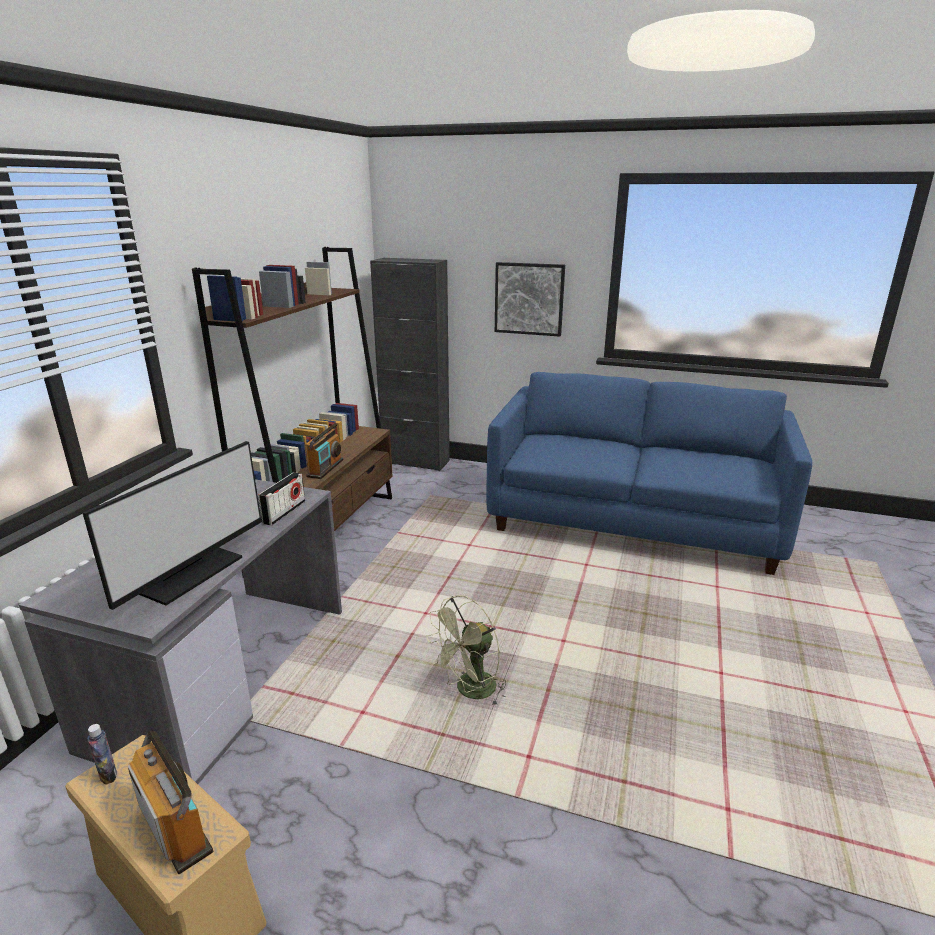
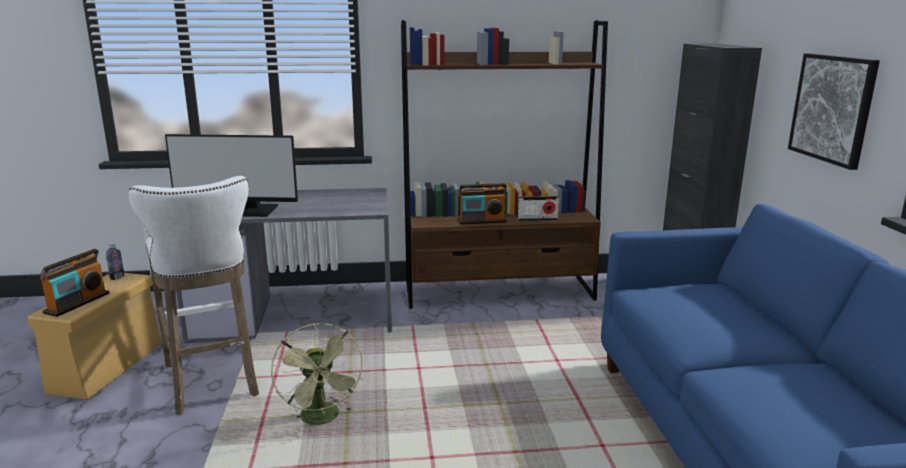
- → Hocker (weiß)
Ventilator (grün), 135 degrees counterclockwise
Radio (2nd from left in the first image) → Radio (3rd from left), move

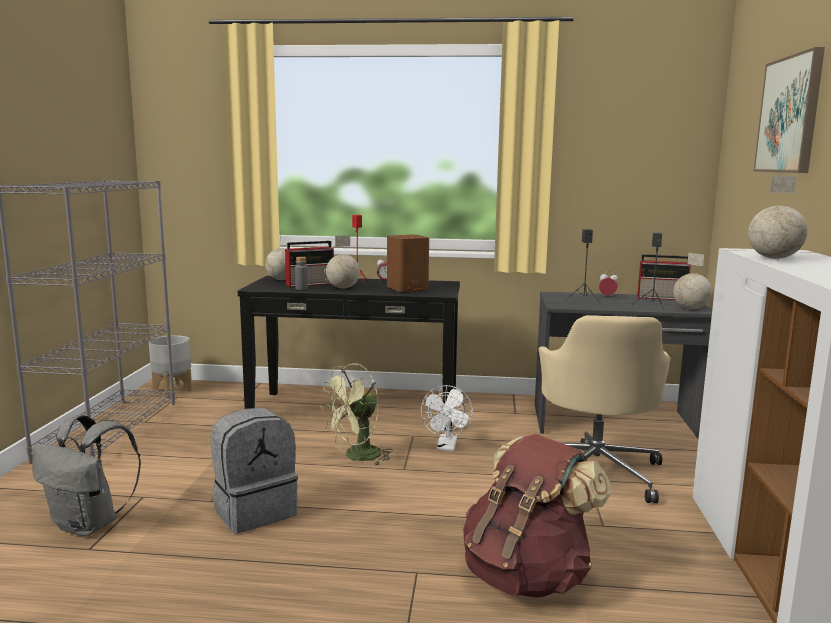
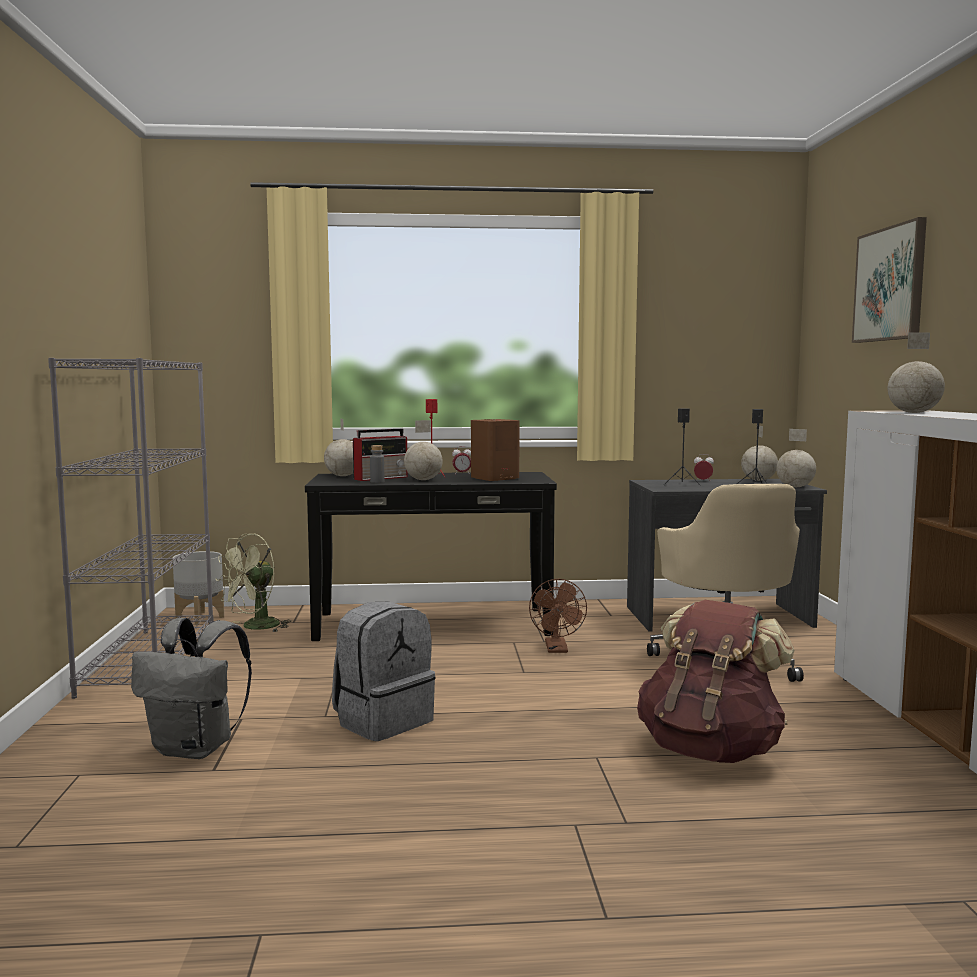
Ventilator (grün), move
Ventilator (weiß) → Ventilator (braun)
Radio (2nd from left) → Globus (3rd from left)

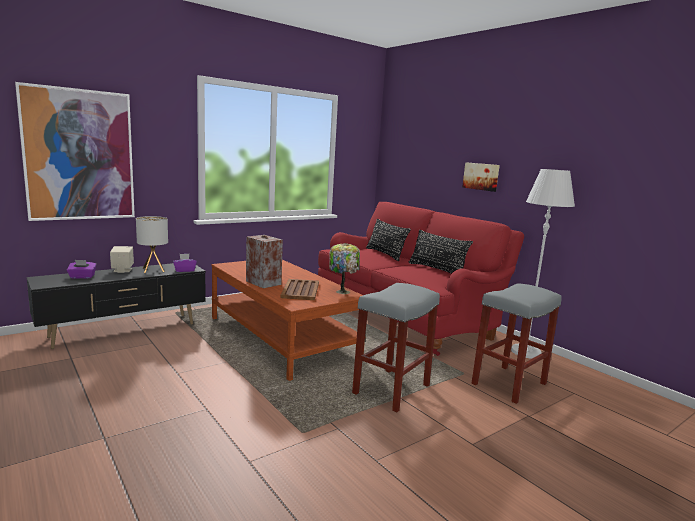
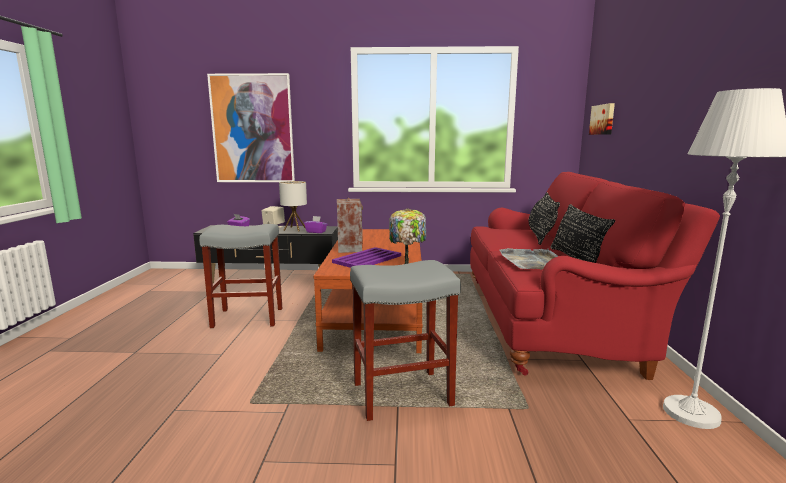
Hocker (grau) (2nd from left in the first image) → Hocker (grau) (1st from left), move
Tablett (braun) → Tablett (lila)
- → Tablett (grau)
Bild (2nd from left), move

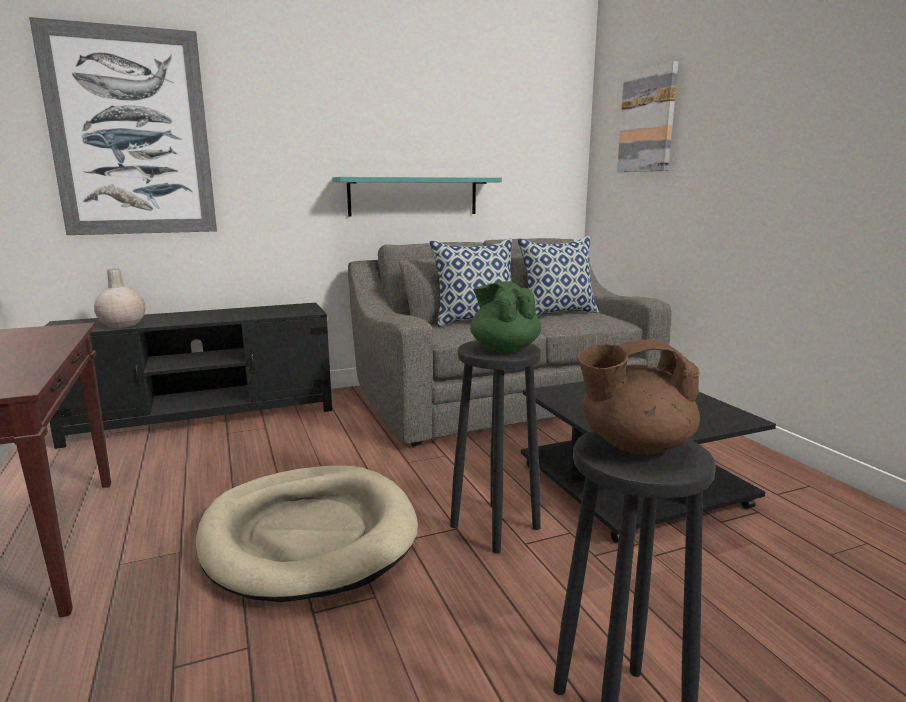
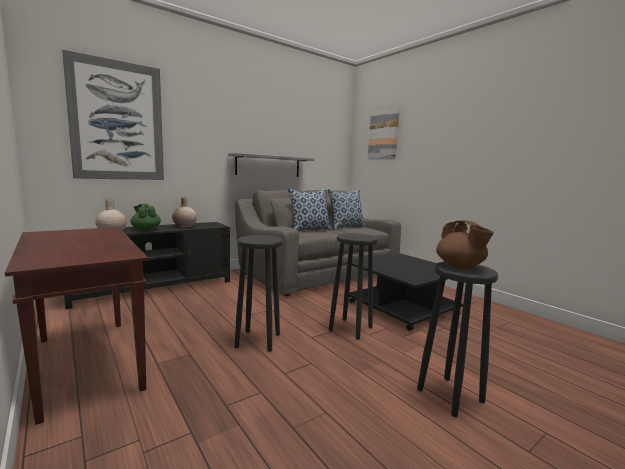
Teekanne (grün), move
- → Vase (beige) (2nd from left)
Wandregal (türkis) → Wandregal (grau)
Hundebett (beige) → Hocker (schwarz) (1st from left)
Teekanne (braun), 90 degrees counterclockwise

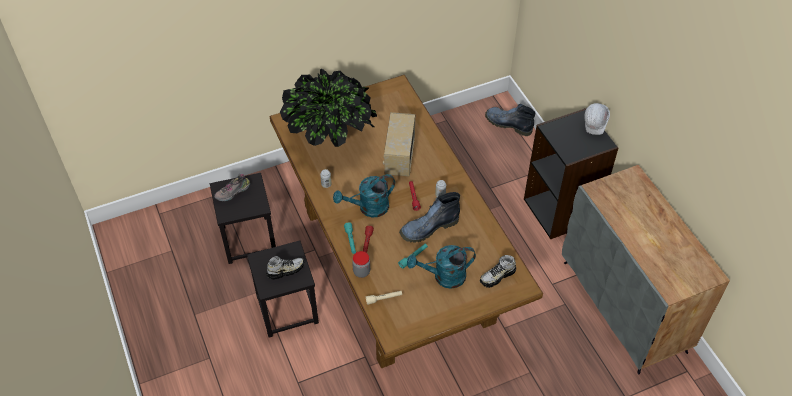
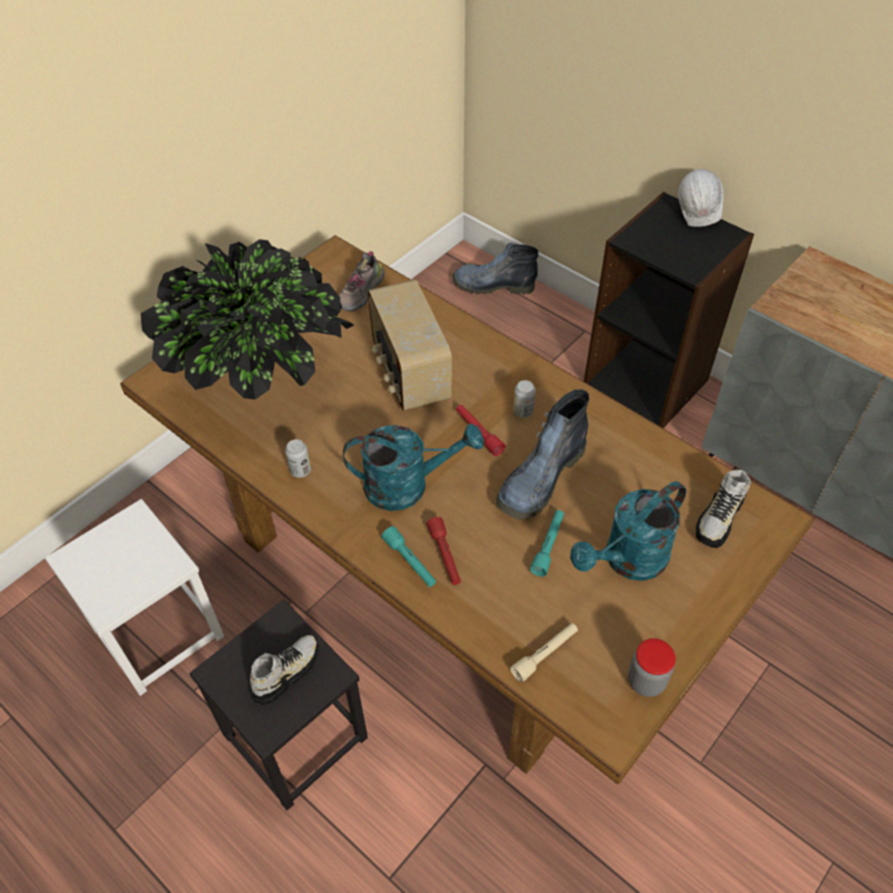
Hocker (schwarz) (1st from left) → Hocker (weiß)
Schuh (1st from left in the first image) → Schuh (2nd from left), move
Gießkanne (türkis) (1st from left), 135 degrees counterclockwise
Vorratsglas, move

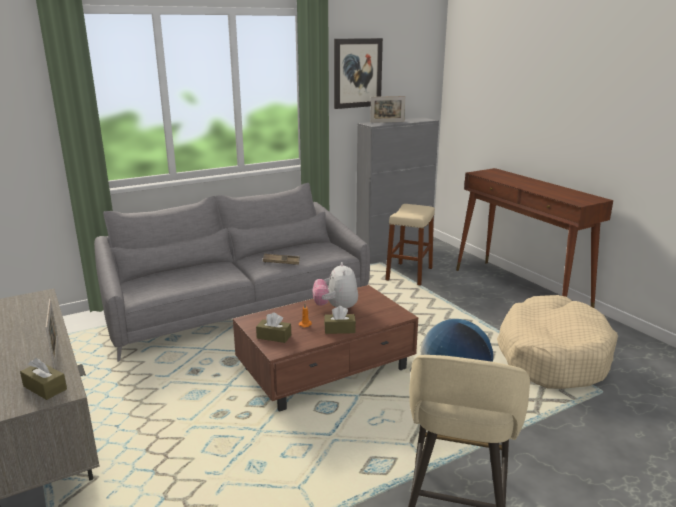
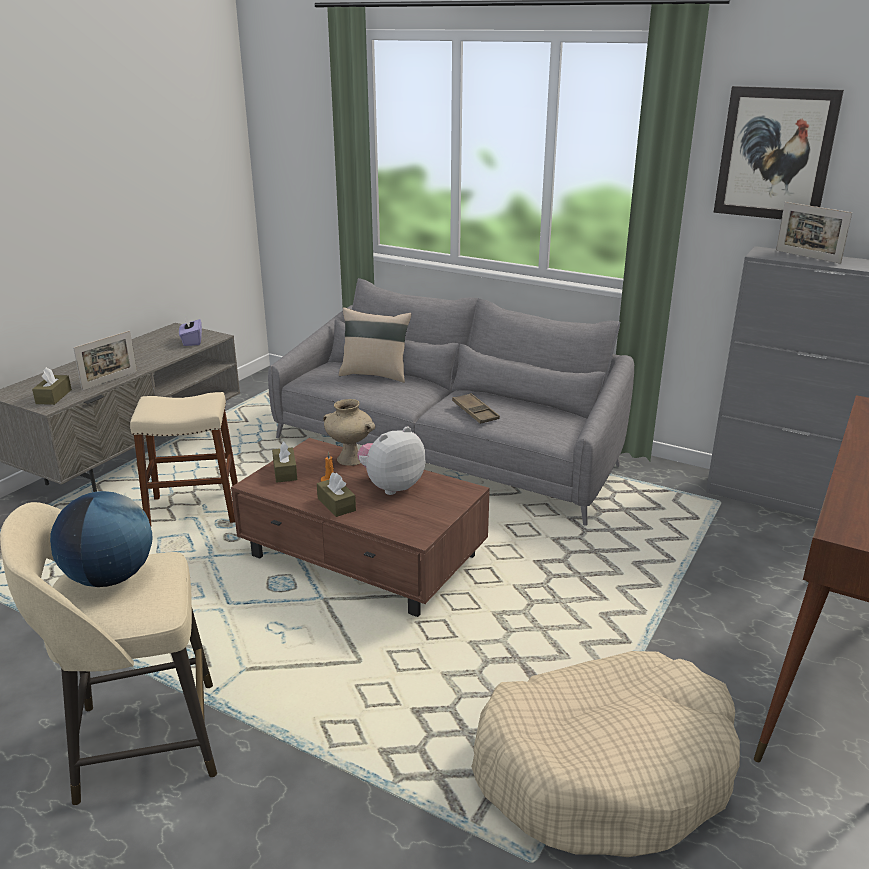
Hocker (beige) (1st from left in the first image) → Hocker (beige) (2nd from left), move
- → Taschentuchbox (lila)
- → Vase (beige)
- → Kissen (beige)

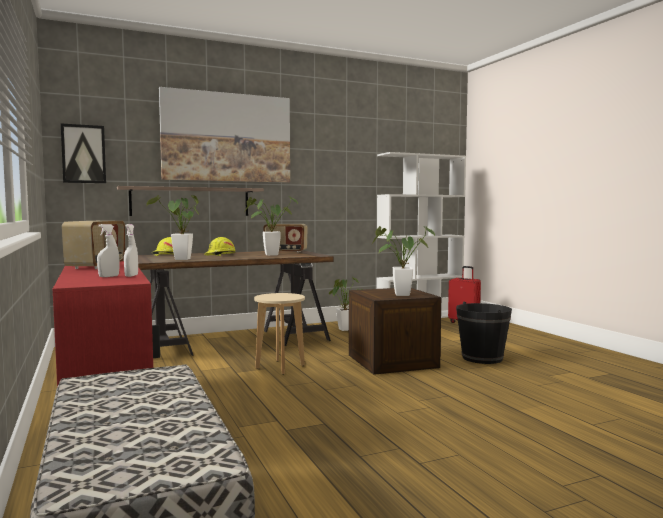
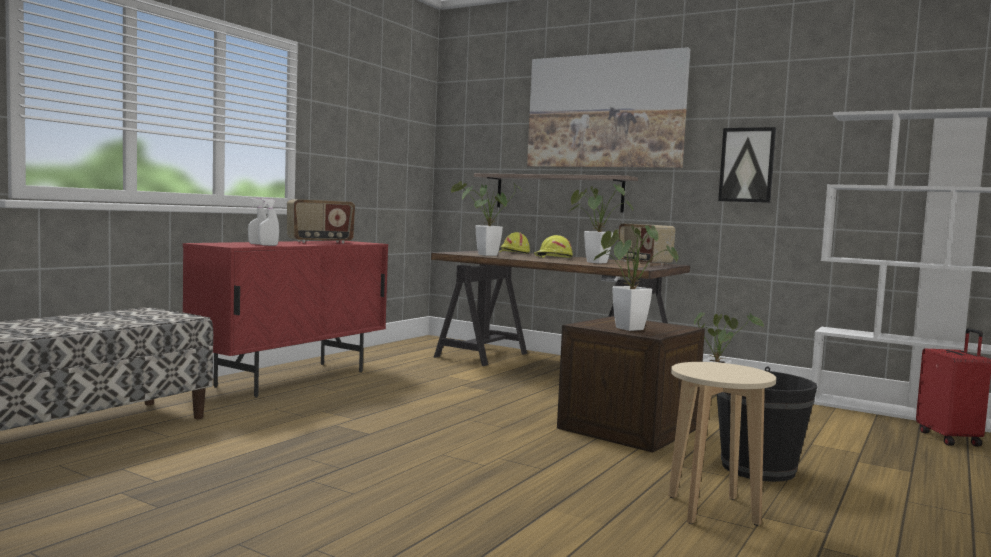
Hocker (beige), move
Bild (1st from left in the first image) → Bild (2nd from left), move

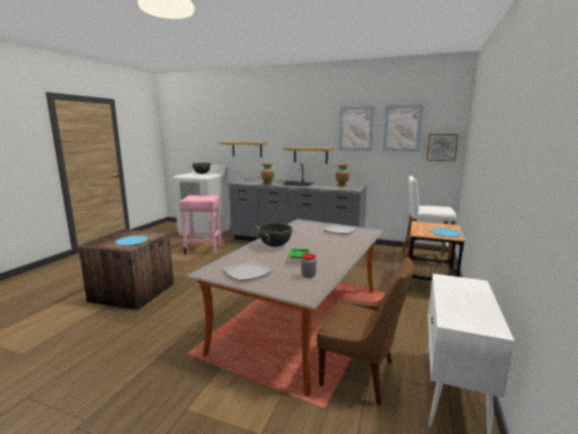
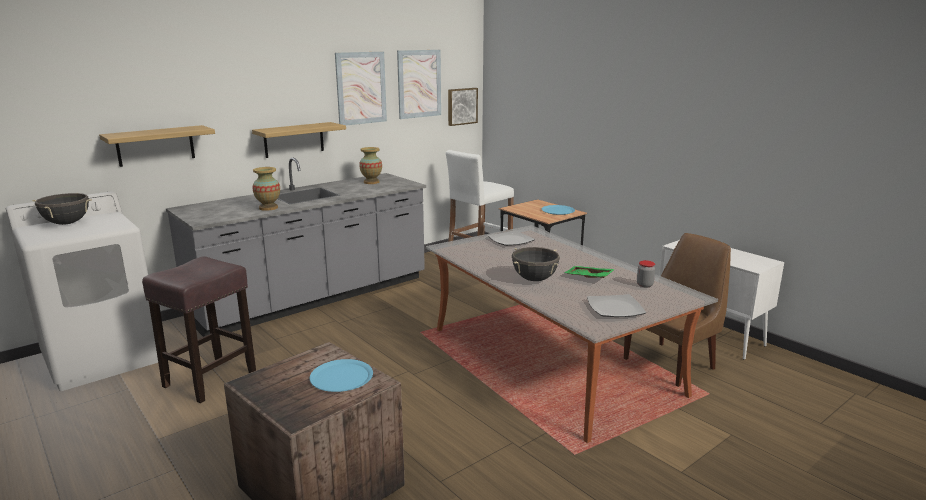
Hocker (rosa) → Hocker (braun)

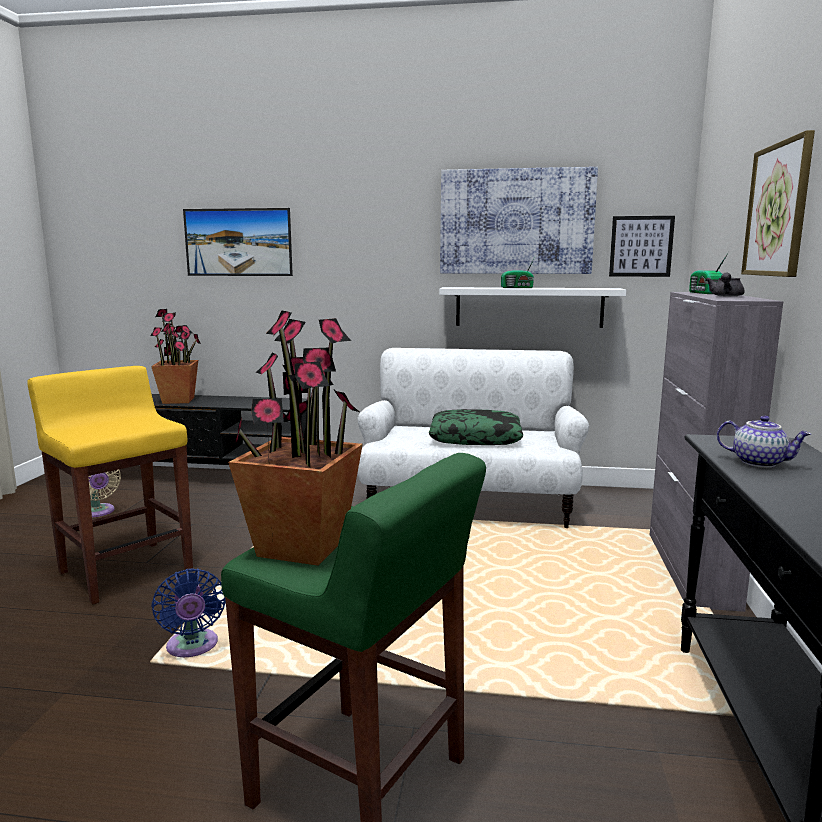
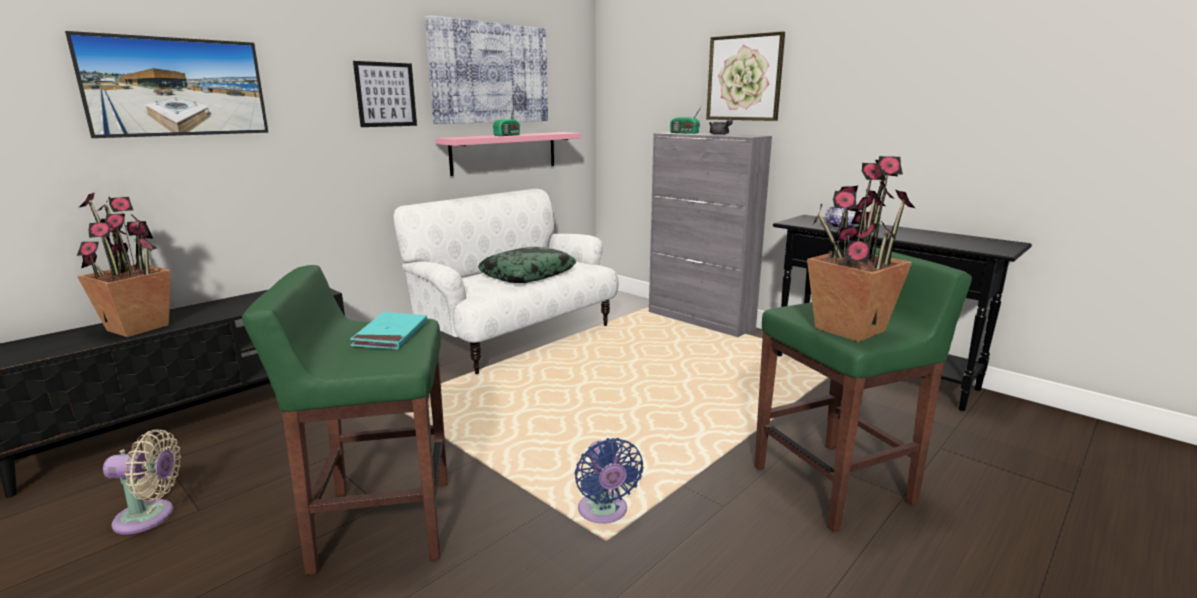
Hocker (gelb) → Hocker (grün) (1st from left)
- → Buch (türkis)
Bild (3rd from left in the first image) → Bild (2nd from left), move
Wandregal (weiß) → Wandregal (rosa)
Ventilator (blau), 60 degrees clockwise

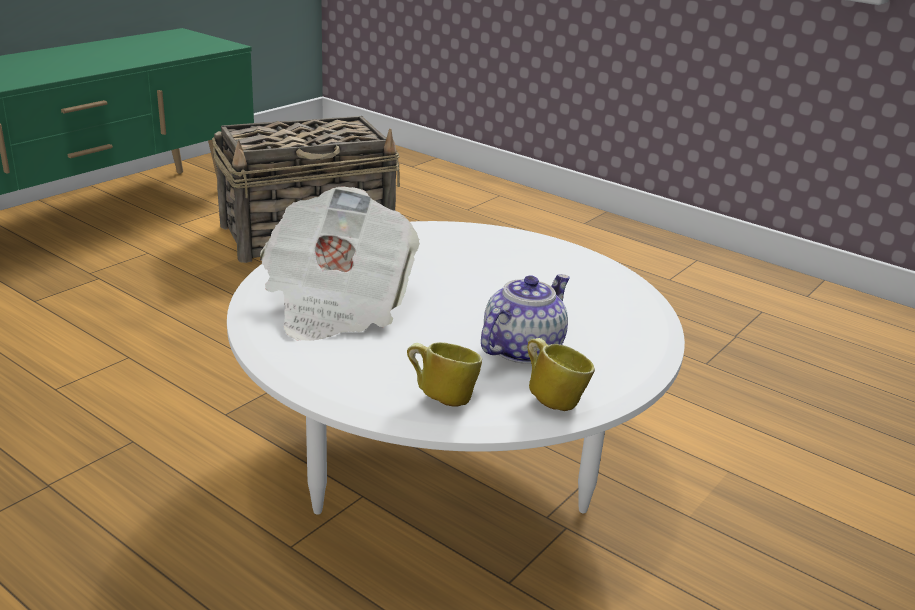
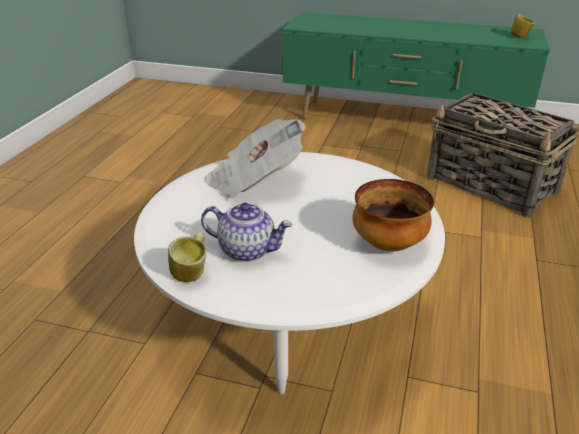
- → Schüssel
Henkelbecher (1st from left in the first image) → Henkelbecher (2nd from left), move

